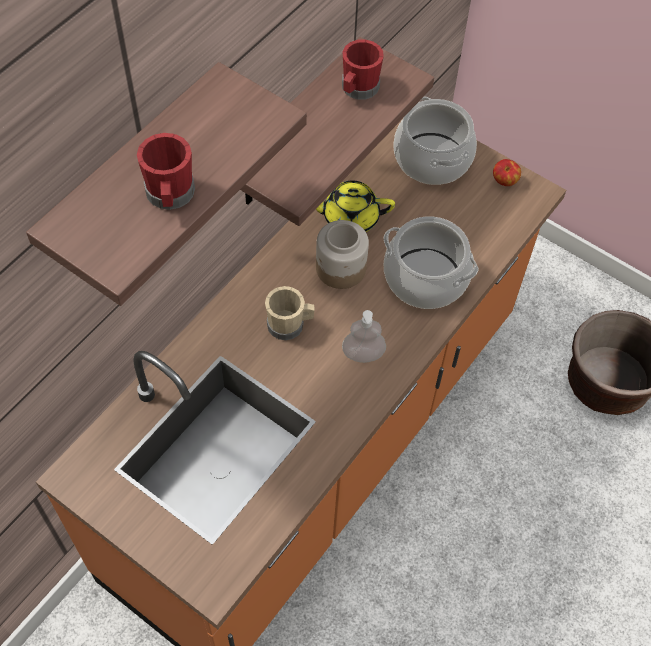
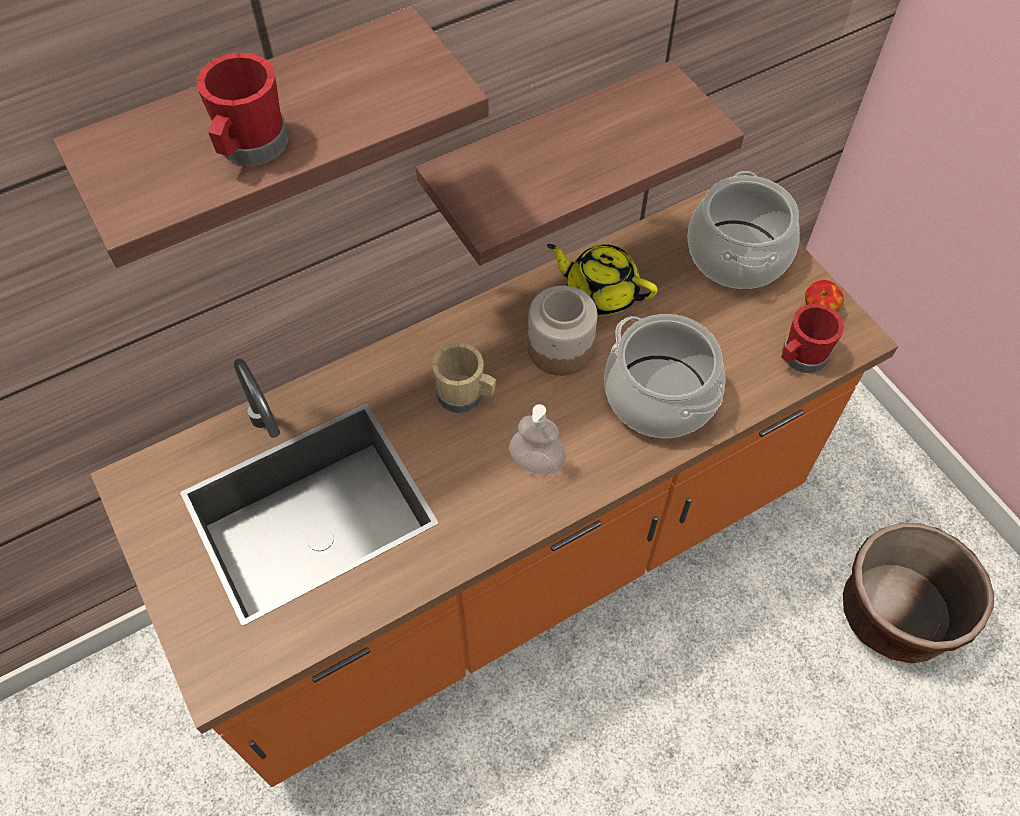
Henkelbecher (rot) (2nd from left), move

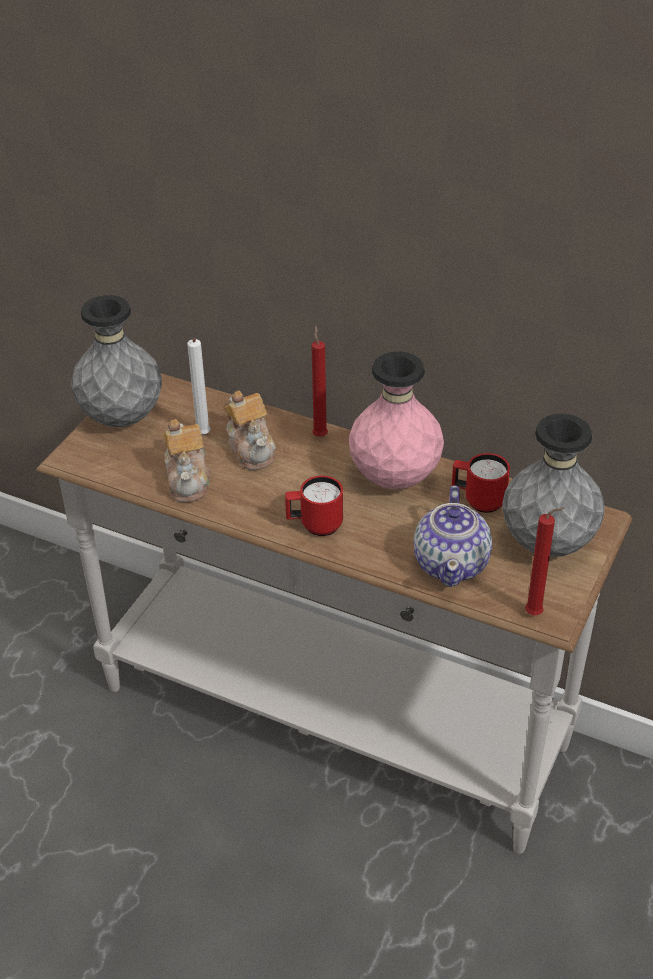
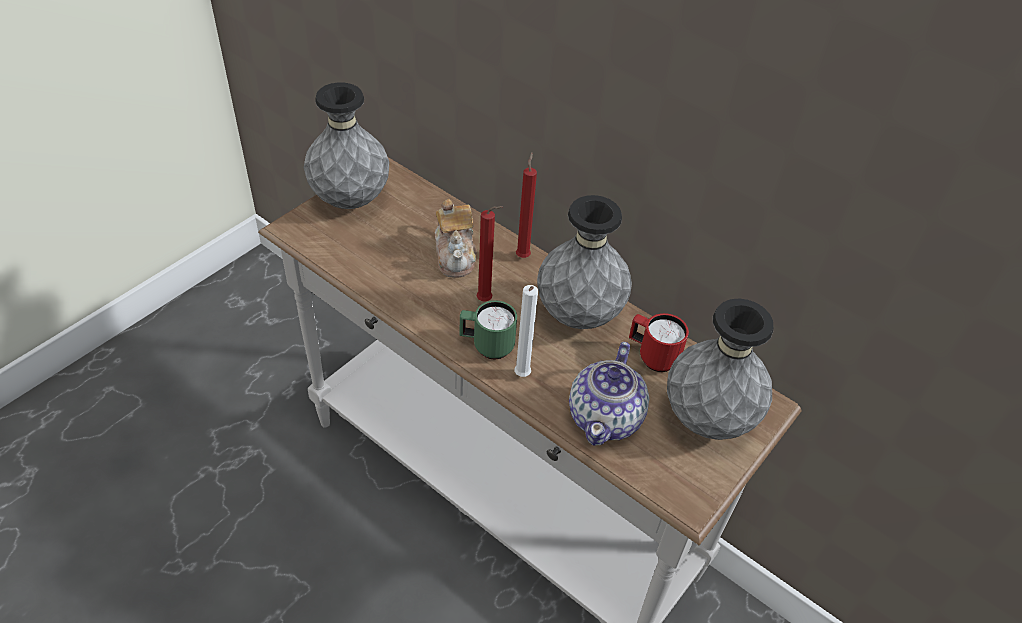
Henkelbecher (rot) (1st from left) → Henkelbecher (grün)
Kerze (rot) (2nd from left in the first image) → Kerze (rot) (1st from left), move
Kerze (weiß), move
Vase (rosa) → Vase (grau) (2nd from left)
Teekanne (1st from left) → -

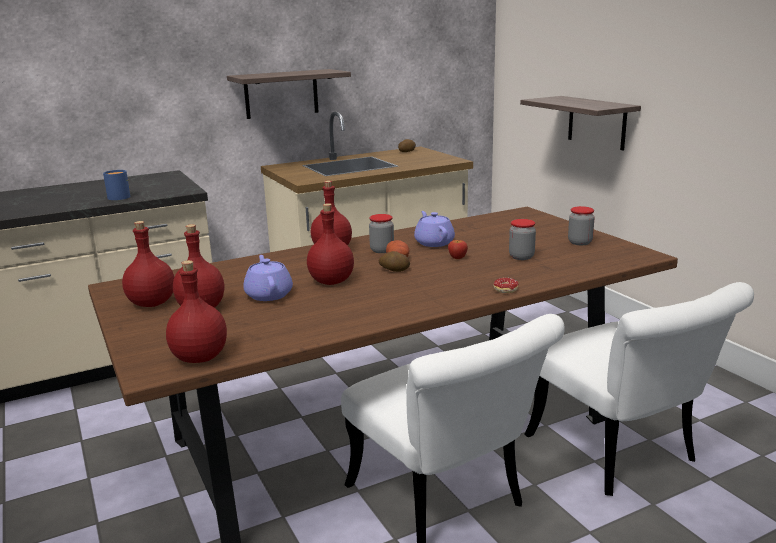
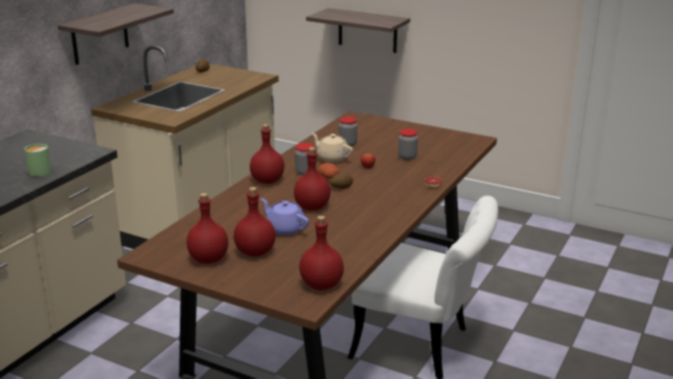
Henkelbecher (blau) → Henkelbecher (grün)
Teekanne (lila) (2nd from left) → Teekanne (beige)
Vorratsglas (3rd from left in the first image) → Vorratsglas (2nd from left), move
Stuhl (weiß) (2nd from left) → -

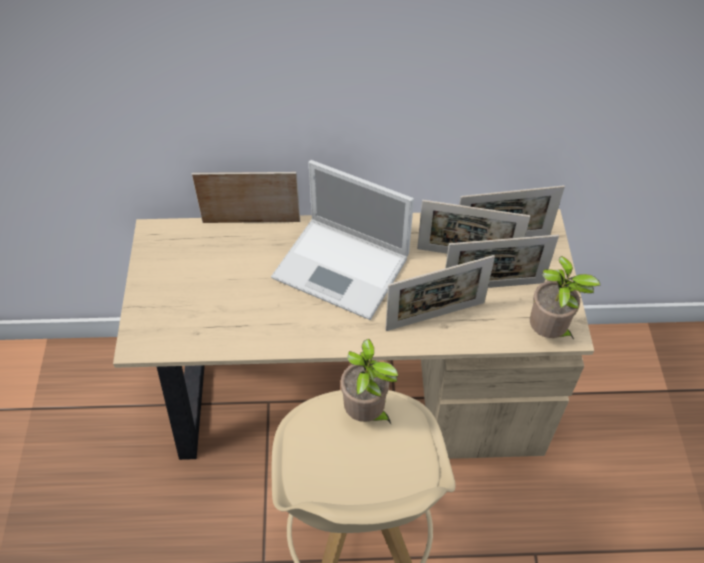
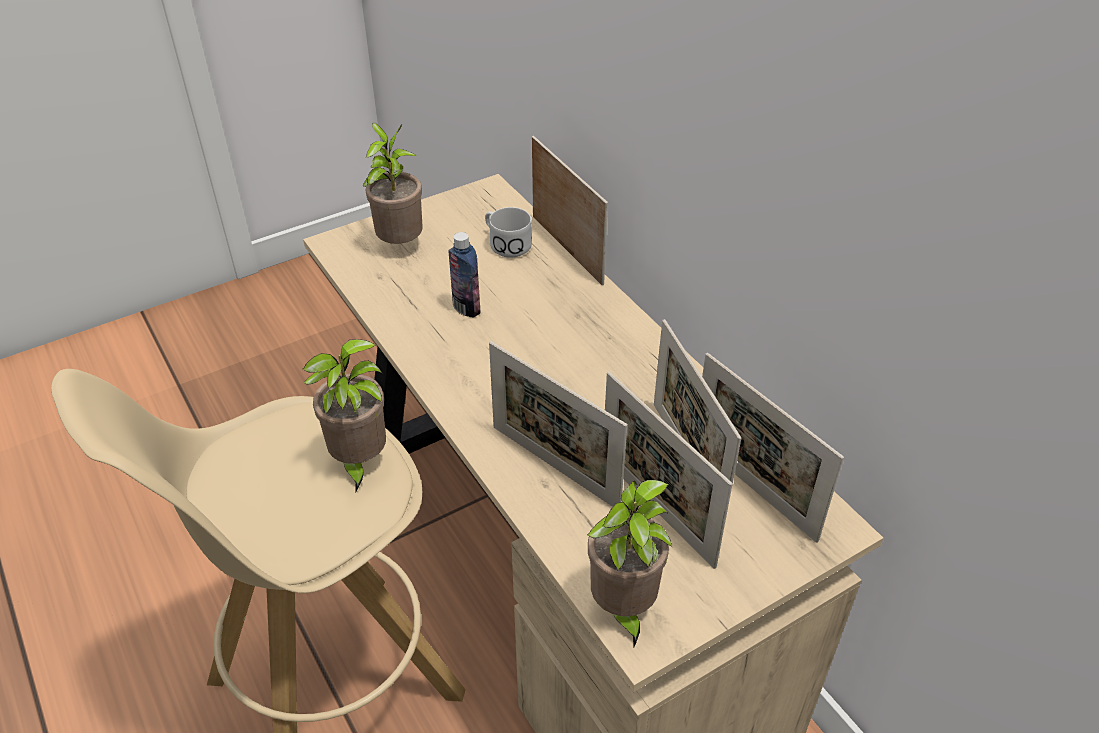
- → Topfpflanze (2nd from left)
- → Flasche
- → Henkelbecher (weiß)
Laptop → -

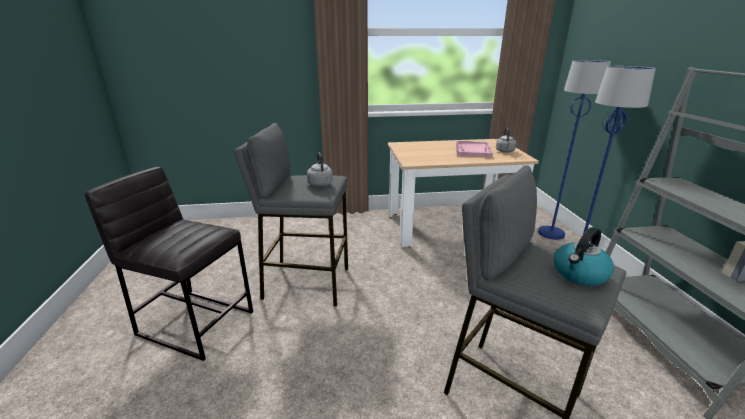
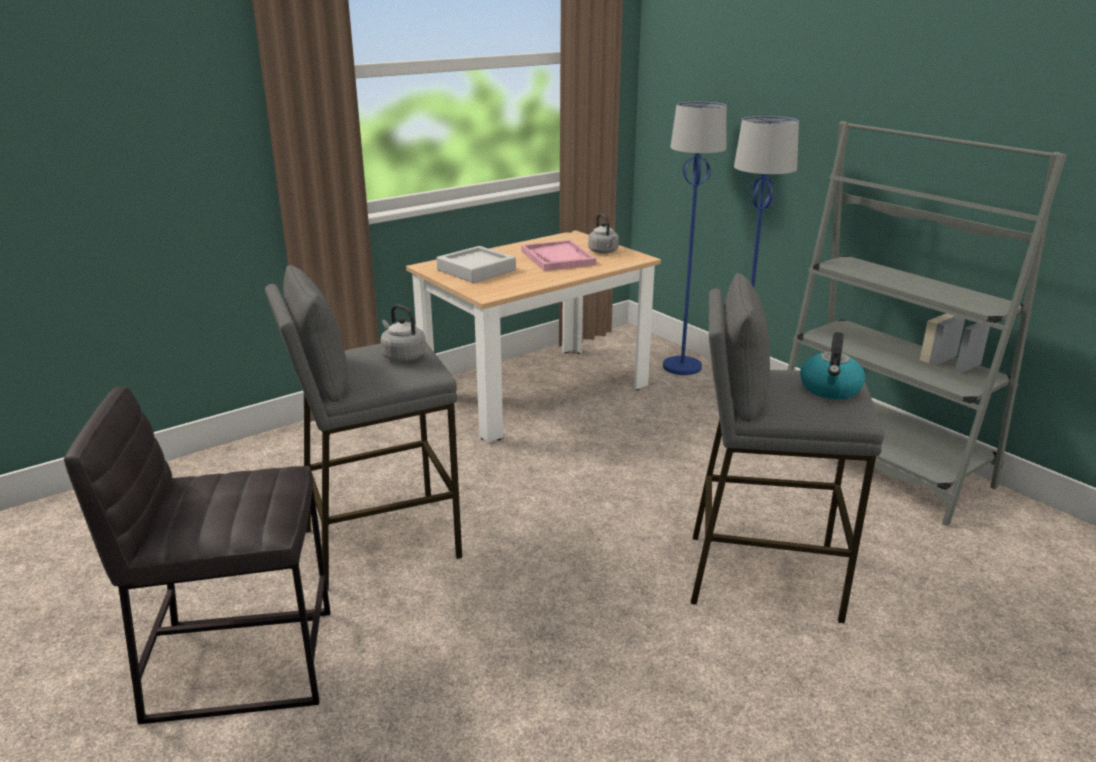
- → Tablett (grau)

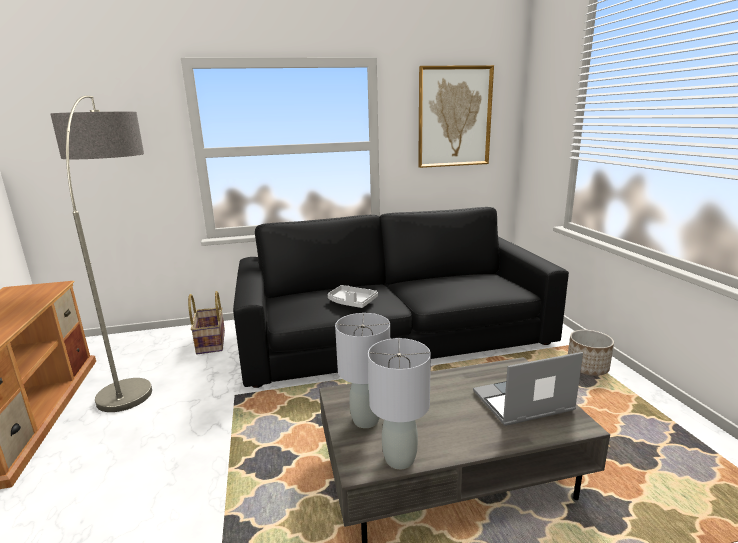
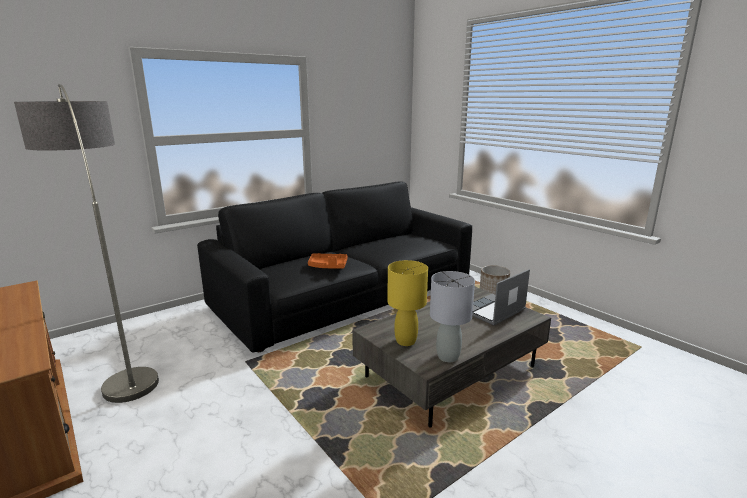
Tablett (grau) → Tablett (orange)
Tischlampe (grau) (1st from left) → Tischlampe (gelb)
Korb → -
Bild → -

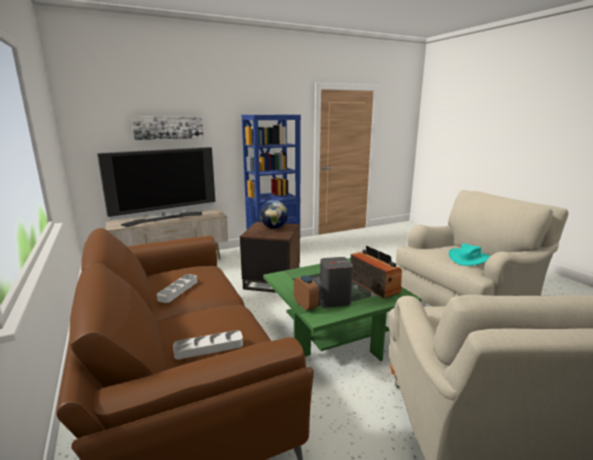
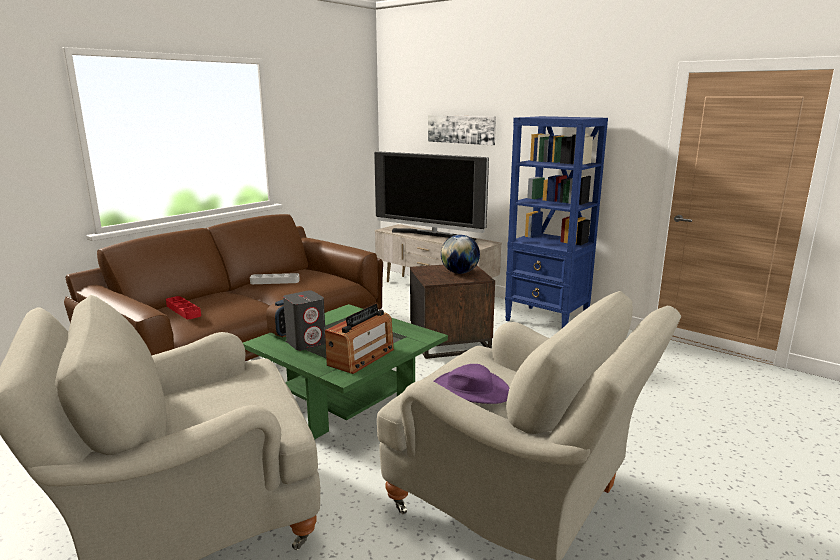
Tablett (grau) (2nd from left) → Tablett (rot)
Hut (türkis) → Hut (lila)

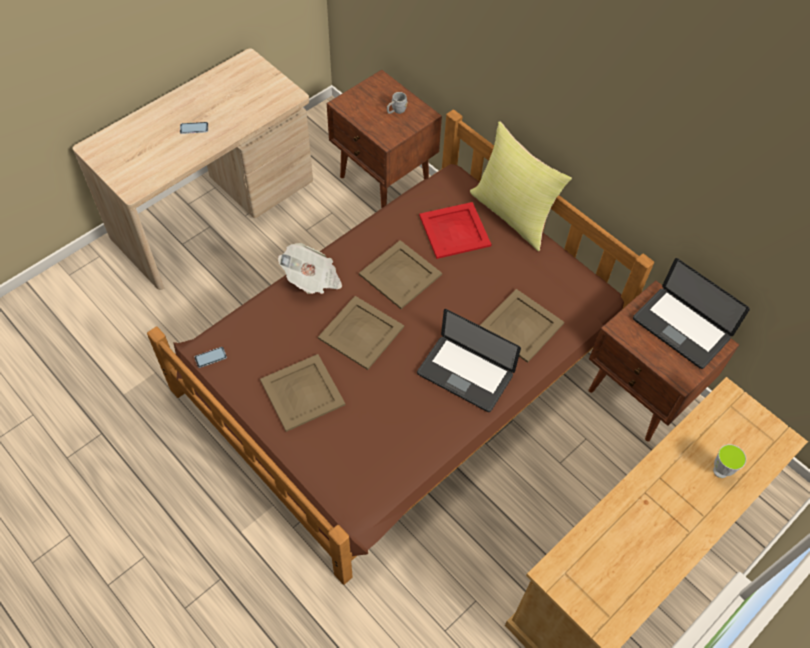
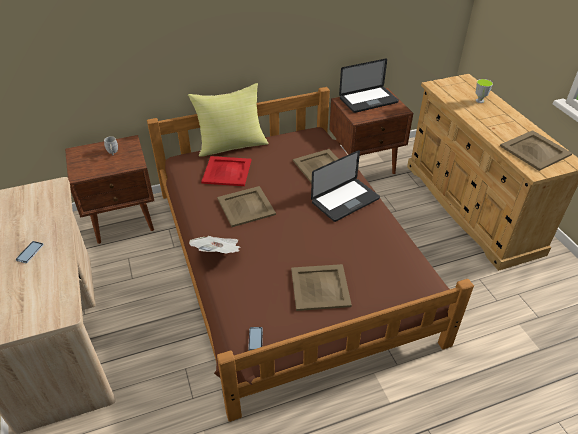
Tablett (beige) (2nd from left in the first image) → Tablett (beige) (4th from left), move

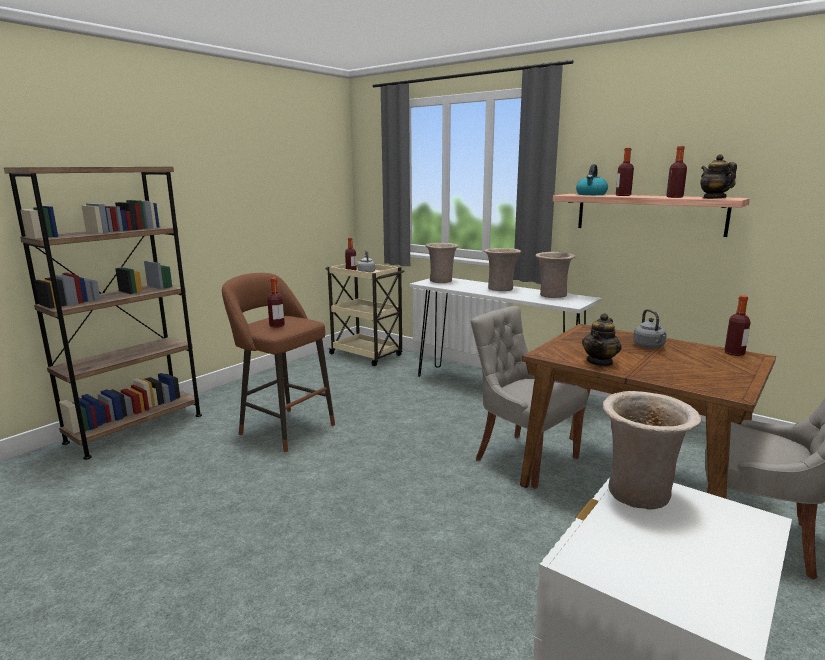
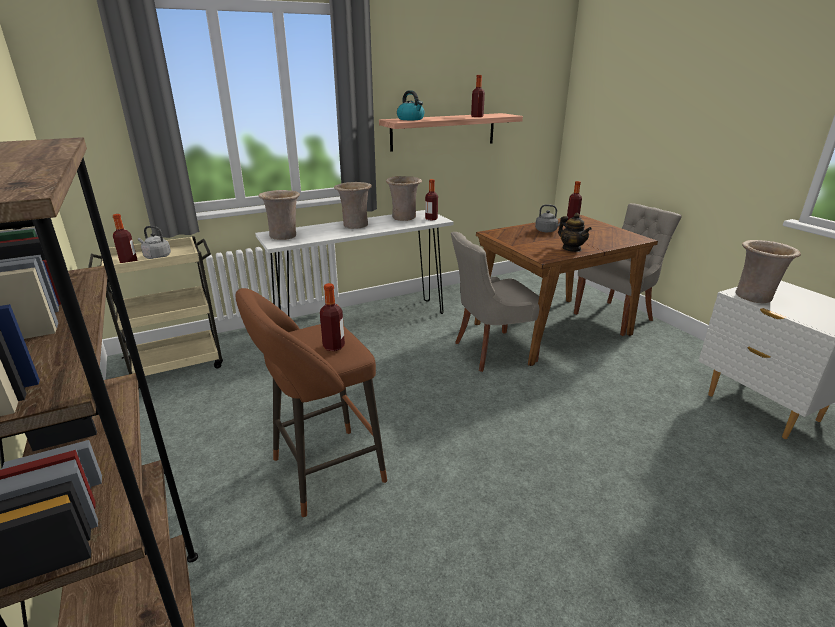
Flasche (3rd from left), move
Teekanne (2nd from left) → -

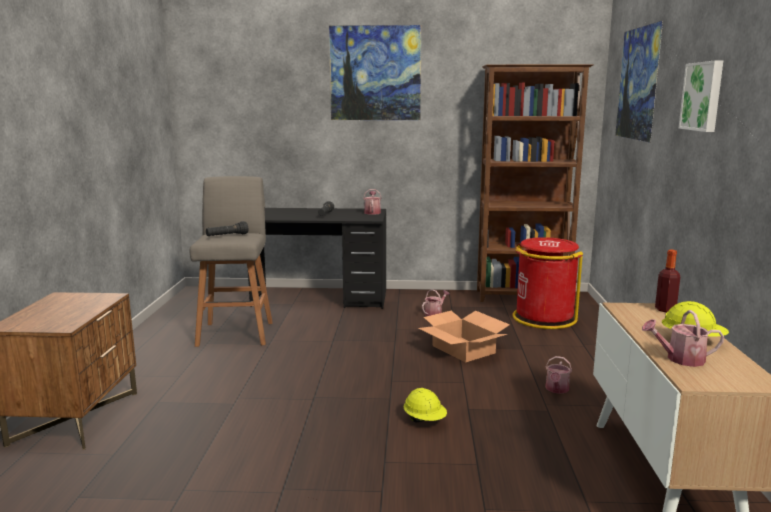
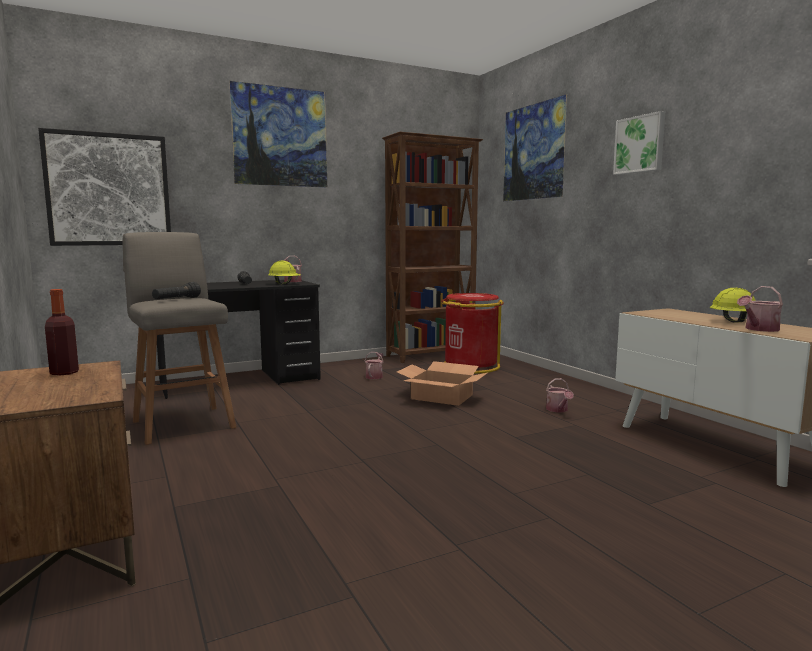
- → Bild (1st from left)
Flasche, move
Schutzhelm (gelb) (1st from left), move

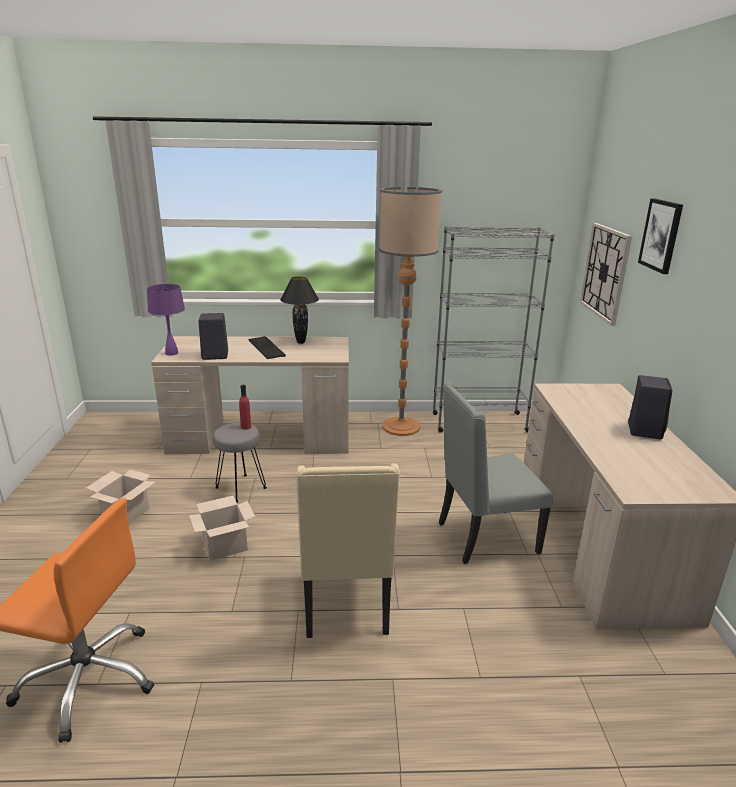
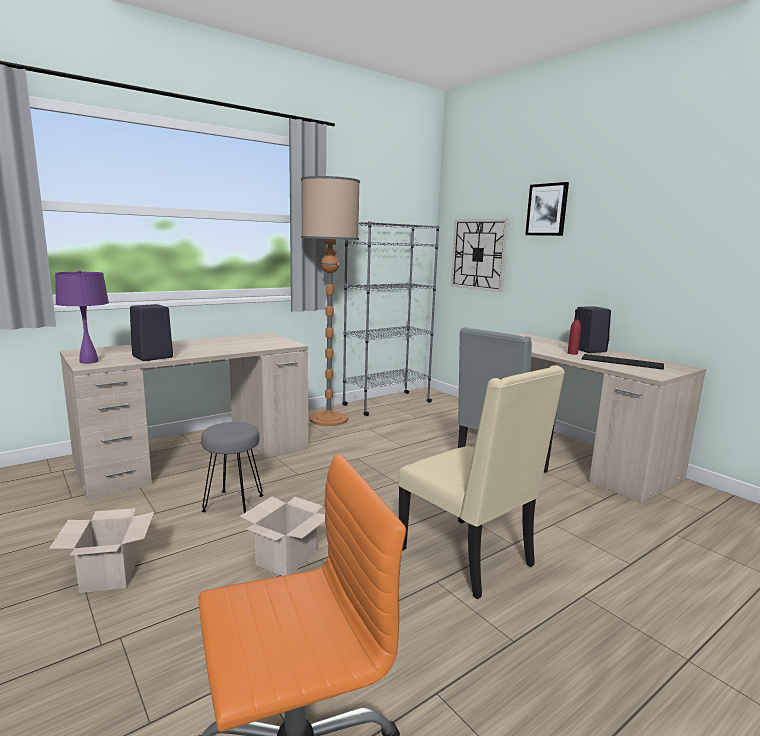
Flasche (rot), move
Tastatur, move
Tischlampe (schwarz) → -

